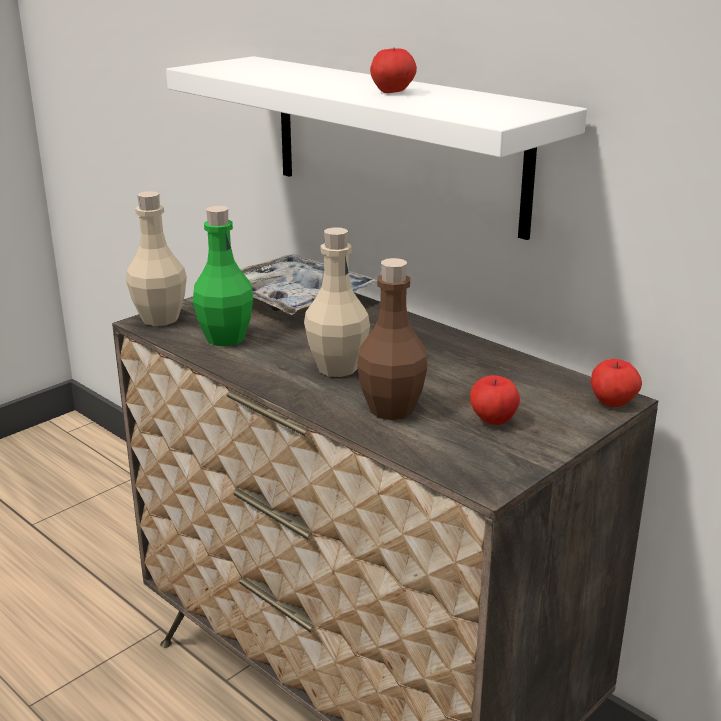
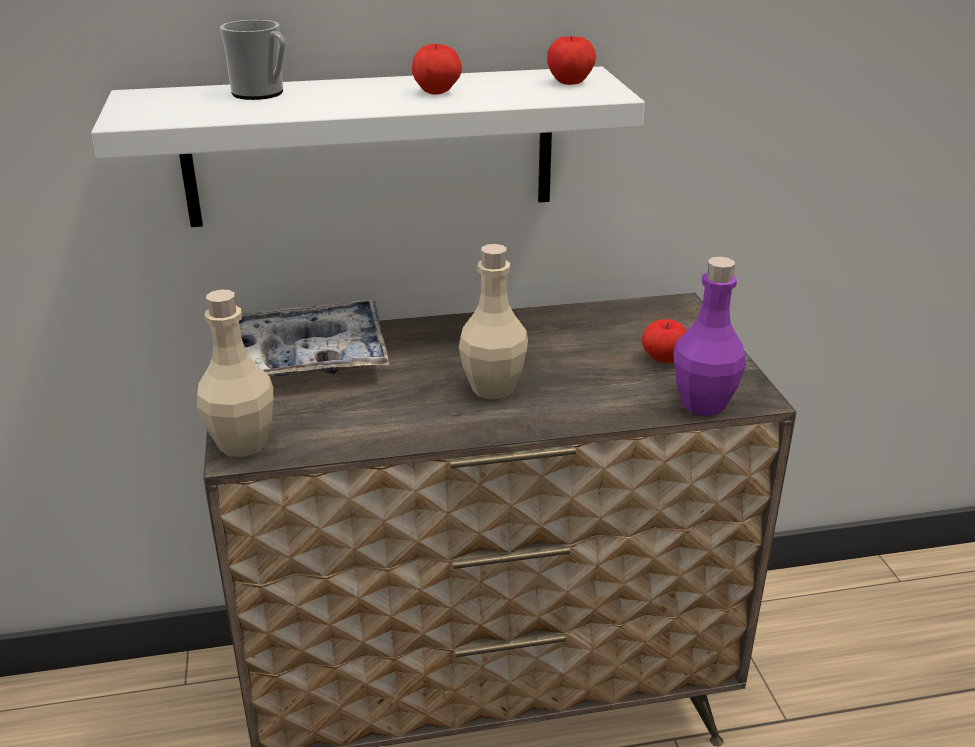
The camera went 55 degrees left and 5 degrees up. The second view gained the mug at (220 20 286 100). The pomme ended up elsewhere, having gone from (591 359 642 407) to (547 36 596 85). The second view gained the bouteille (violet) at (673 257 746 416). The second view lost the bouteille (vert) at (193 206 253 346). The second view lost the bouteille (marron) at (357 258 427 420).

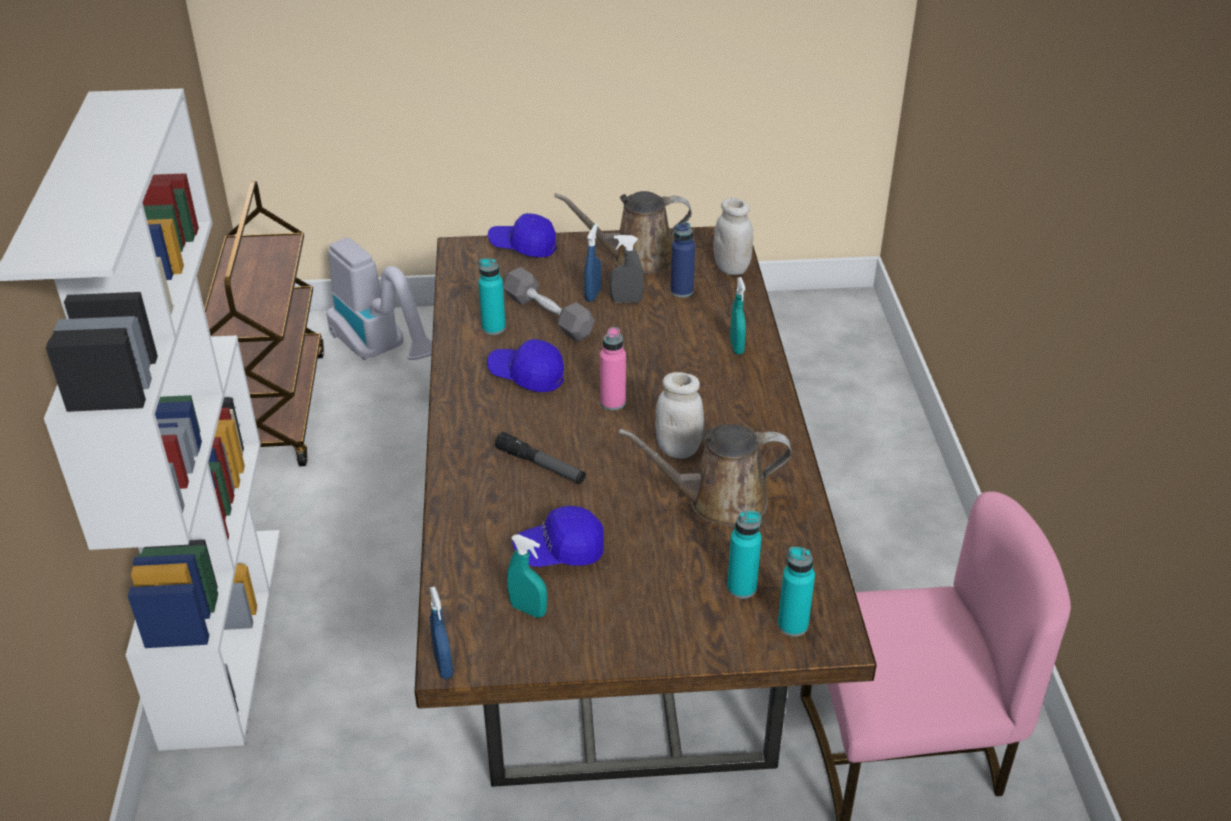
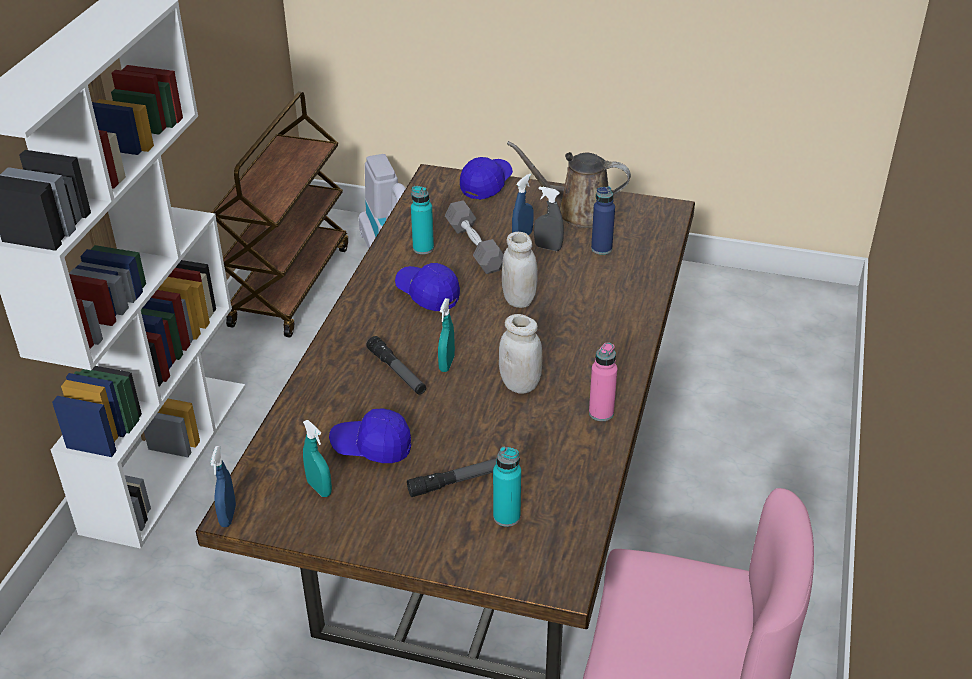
The camera went 20 degrees right and 0 degrees up. The second view gained the lampe de poche at (407 458 497 497). The vaporisateur (turquoise) ended up elsewhere, having gone from (730 277 746 354) to (438 298 455 372). The casquette (bleu) at (488 213 556 257) ended up facing another way, 90 degrees clockwise from before. The bocal (blanc) ended up elsewhere, having gone from (714 198 753 275) to (502 232 538 308). The bouteille (rose) ended up elsewhere, having gone from (600 327 626 411) to (589 342 617 421). The second view lost the arrosoir (marron) at (618 424 792 527). The second view lost the bouteille (turquoise) at (778 547 815 637).

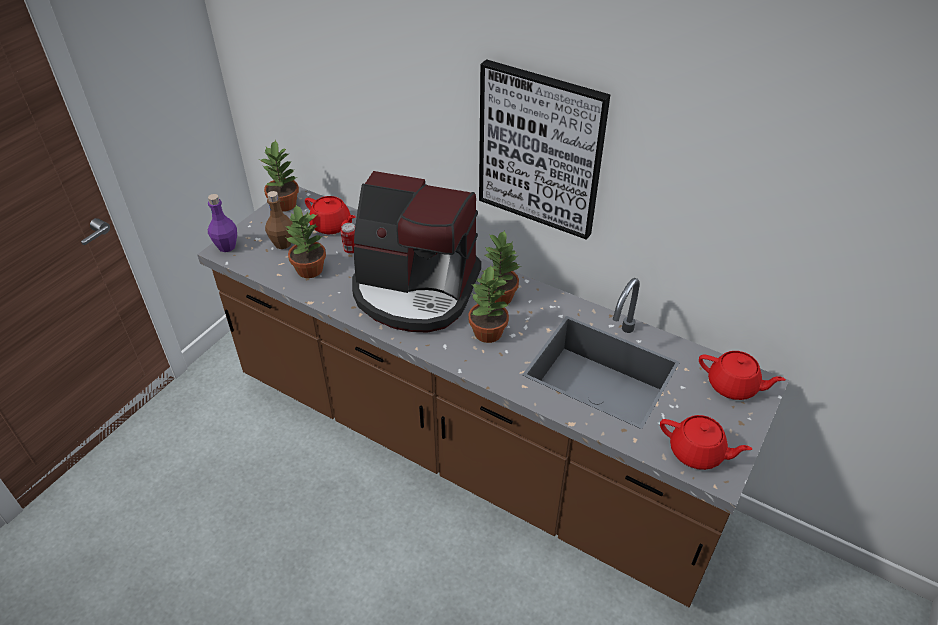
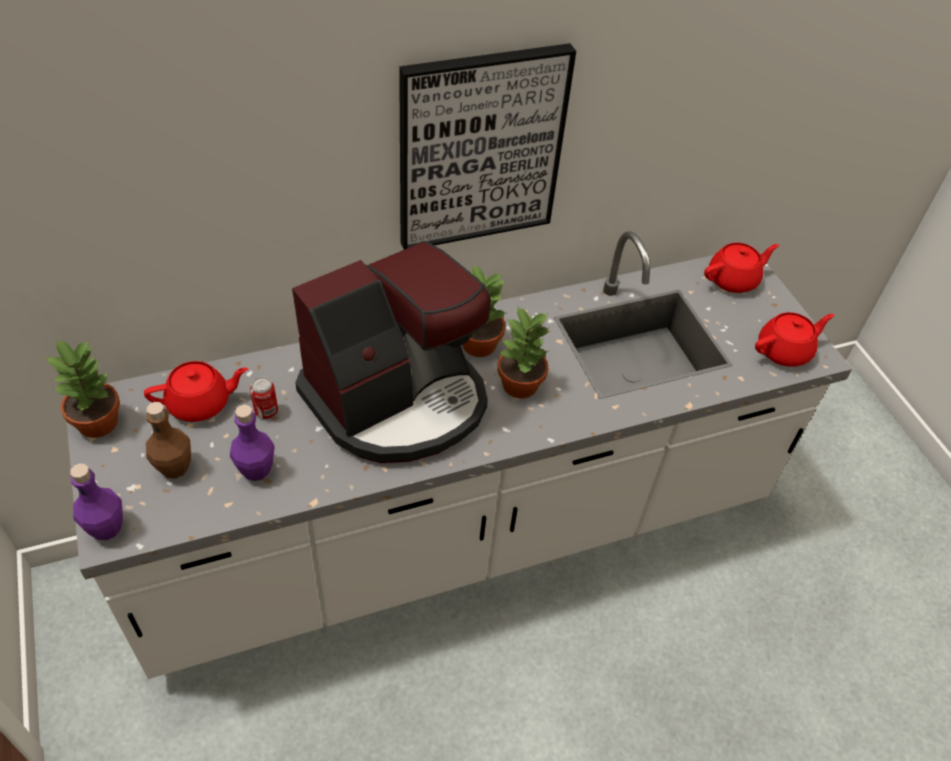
The camera went 55 degrees left and 5 degrees up. What was the comptoir de cuisine (marron) at (197 186 789 607) turned into the comptoir de cuisine (blanc) at (64 231 852 679). Where the plante en pot stood at (286 204 326 278), the bouteille (violet) came to stand at (230 405 275 481).

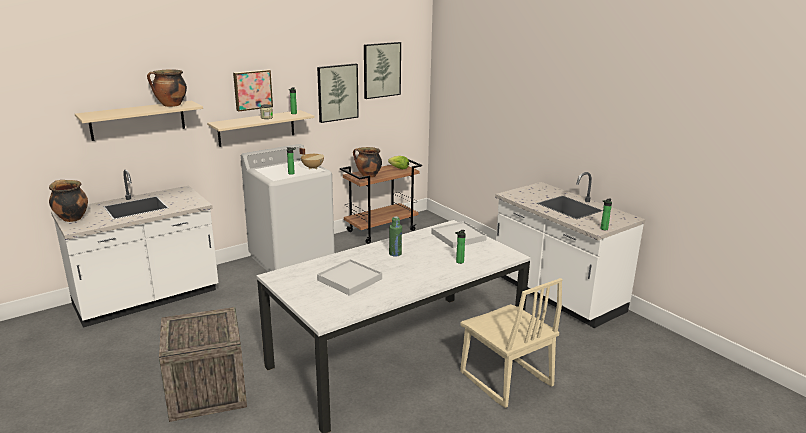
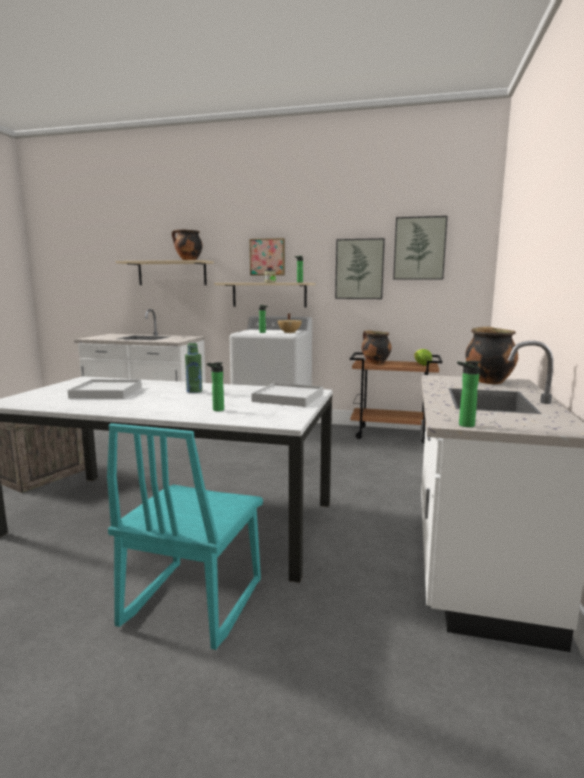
The camera went 50 degrees right and 10 degrees down. What was the chaise (beige) at (460 278 562 408) turned into the chaise (turquoise) at (107 423 263 650). The marmite ended up elsewhere, having gone from (49 180 88 222) to (465 327 518 384).

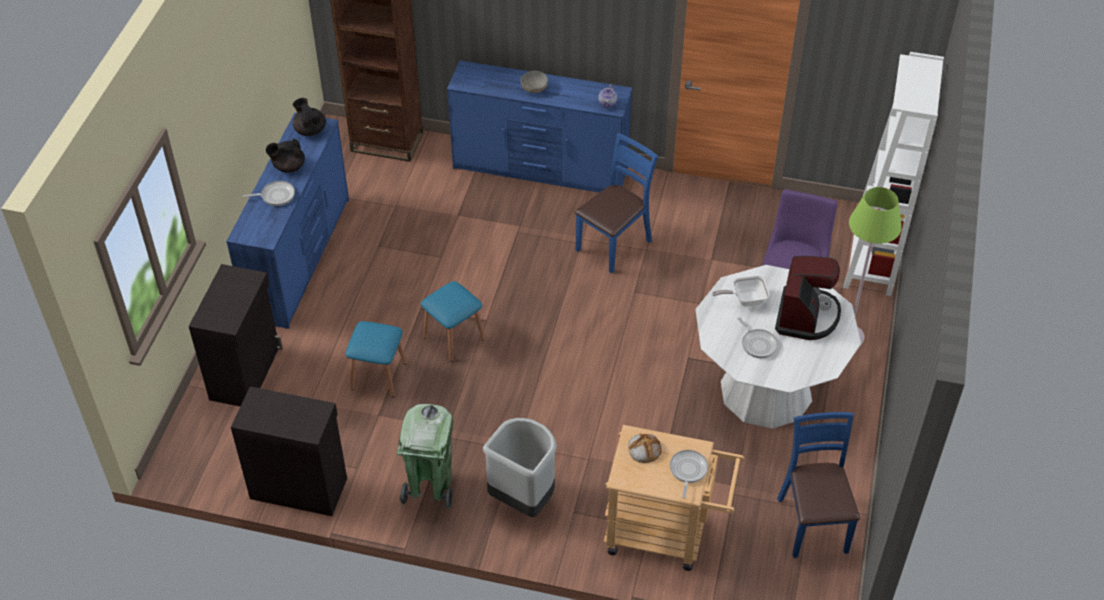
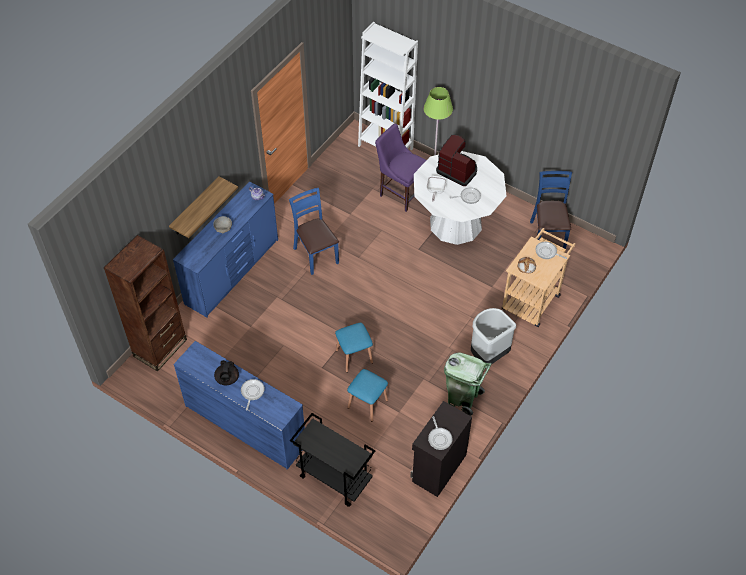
The camera went 70 degrees left and 5 degrees up. The second view gained the étagère at (169 176 238 238). Where the meuble de rangement (noir) stood at (189 264 283 406), the chariot (noir) came to stand at (290 413 375 507). The second view gained the poêle at (428 416 452 450). The chaise (bleu) at (777 412 860 558) ended up facing another way, 75 degrees clockwise from before. The second view lost the théière (noir) at (293 98 326 136).

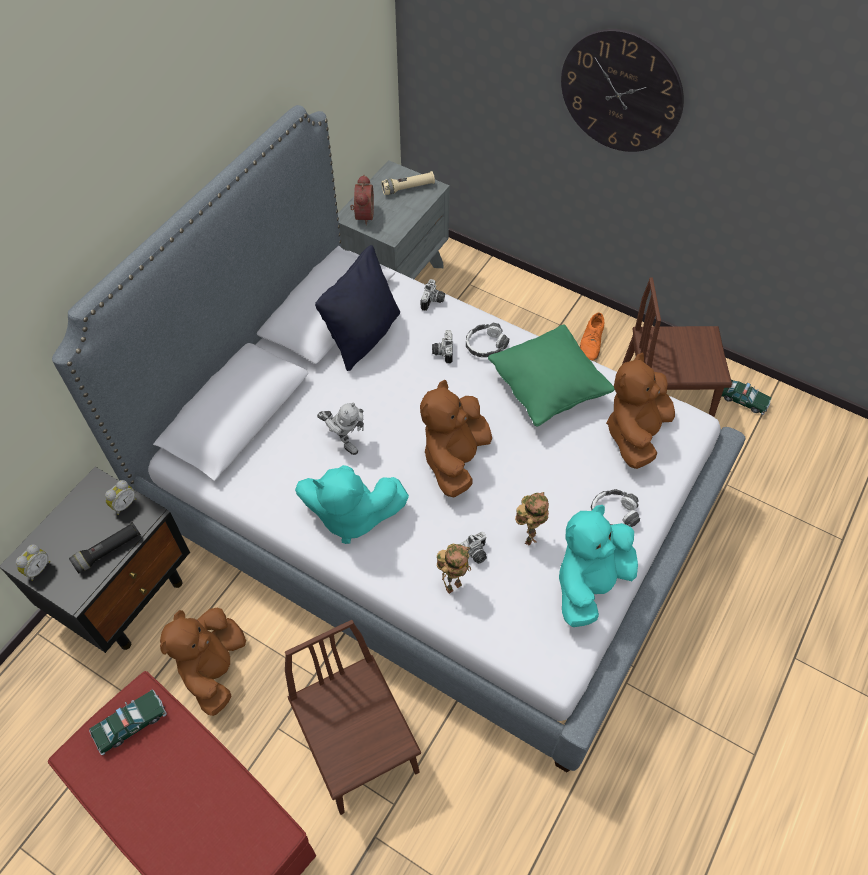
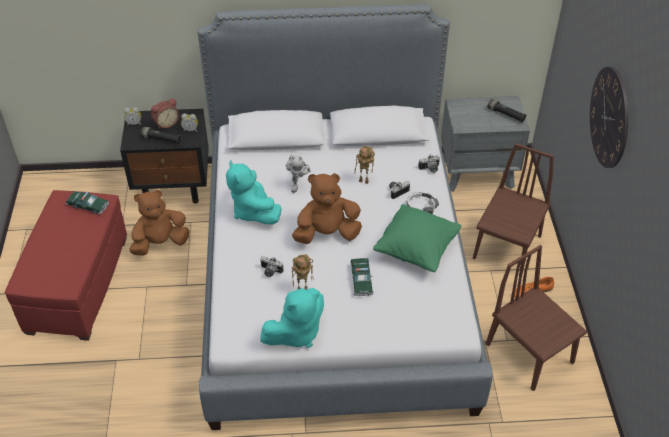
The camera went 55 degrees right and 10 degrees down. The réveil ended up elsewhere, having gone from (350 175 374 225) to (151 99 179 129). The peluche (turquoise) at (559 505 638 627) ended up facing another way, 135 degrees clockwise from before. The petite voiture ended up elsewhere, having gone from (722 380 772 415) to (350 258 374 296). The robot jouet ended up elsewhere, having gone from (437 544 471 594) to (354 146 375 184). The chaise (marron) ended up elsewhere, having gone from (285 620 421 815) to (473 143 554 275). What was the lampe de poche (beige) at (381 171 435 195) turned into the lampe de poche (noir) at (488 99 526 123). The second view lost the coussin (noir) at (315 245 400 371). The second view lost the casque audio at (591 489 640 527). The second view lost the peluche (marron) at (606 353 675 469).

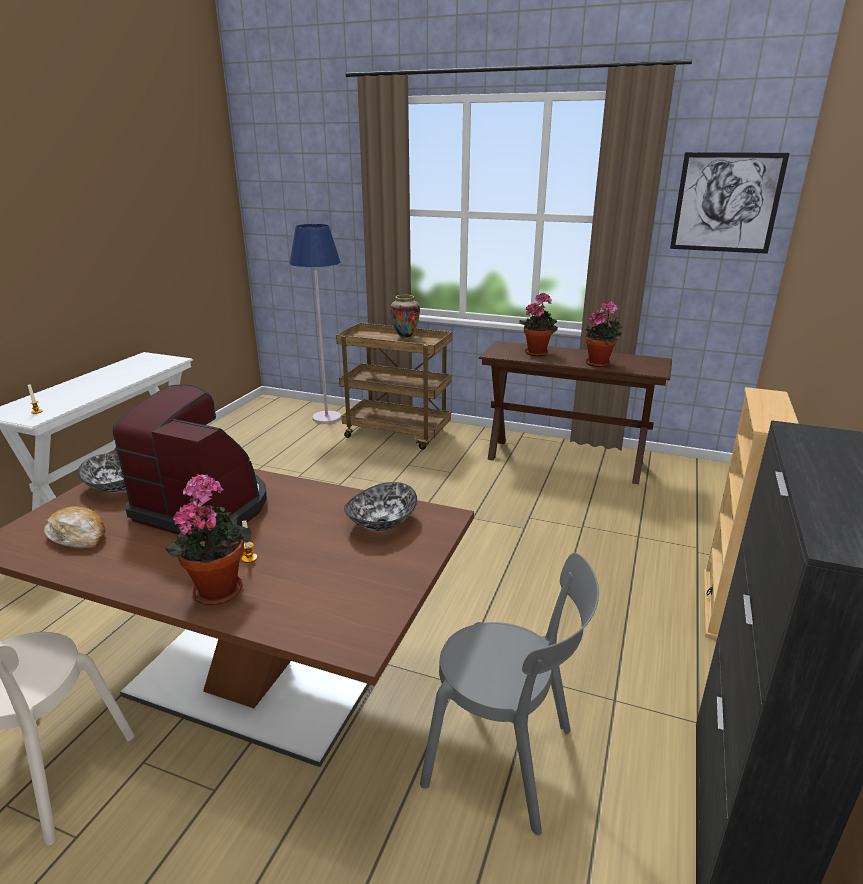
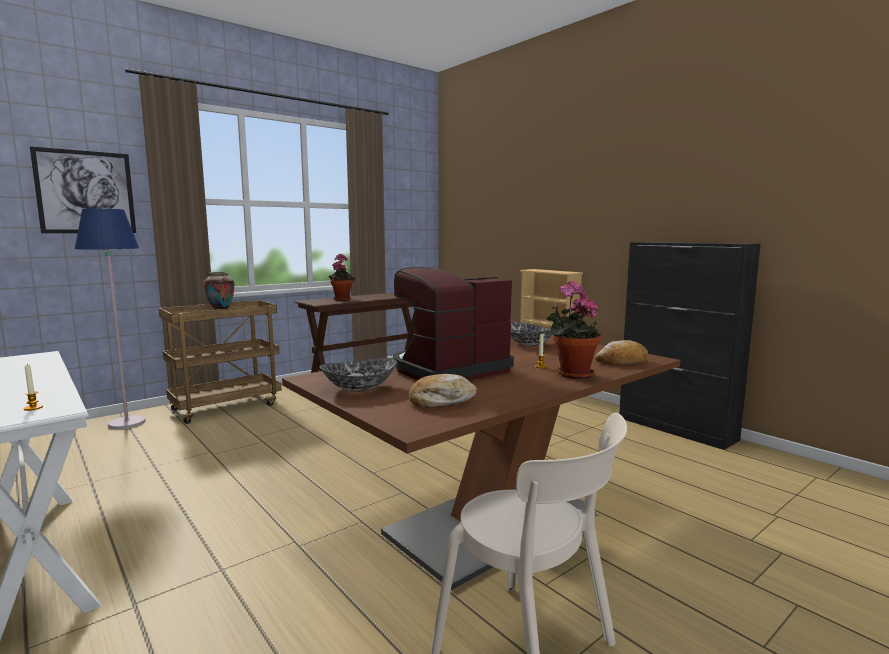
The camera went 60 degrees left and 15 degrees down. The tableau ended up elsewhere, having gone from (670 152 790 254) to (30 146 136 233). The second view gained the pain at (596 340 648 365). The second view lost the chaise (gris) at (420 553 599 835). The second view lost the plante en pot at (585 301 622 367).

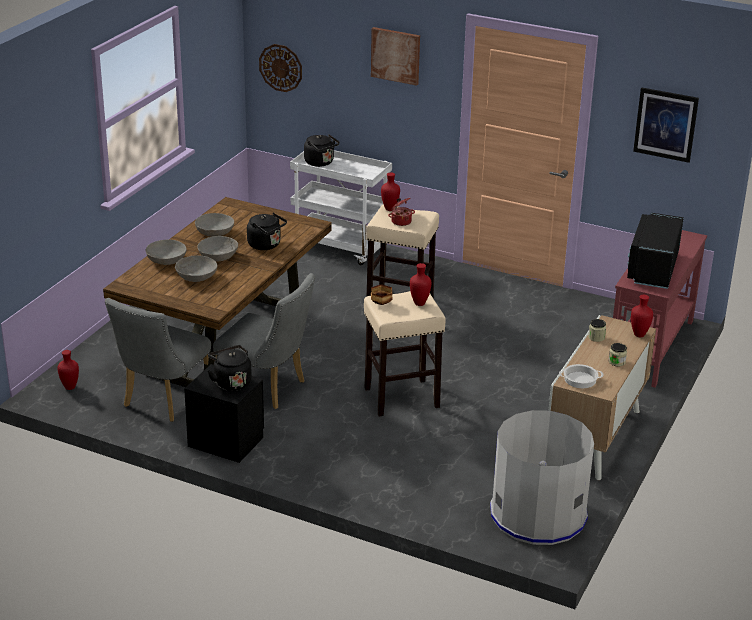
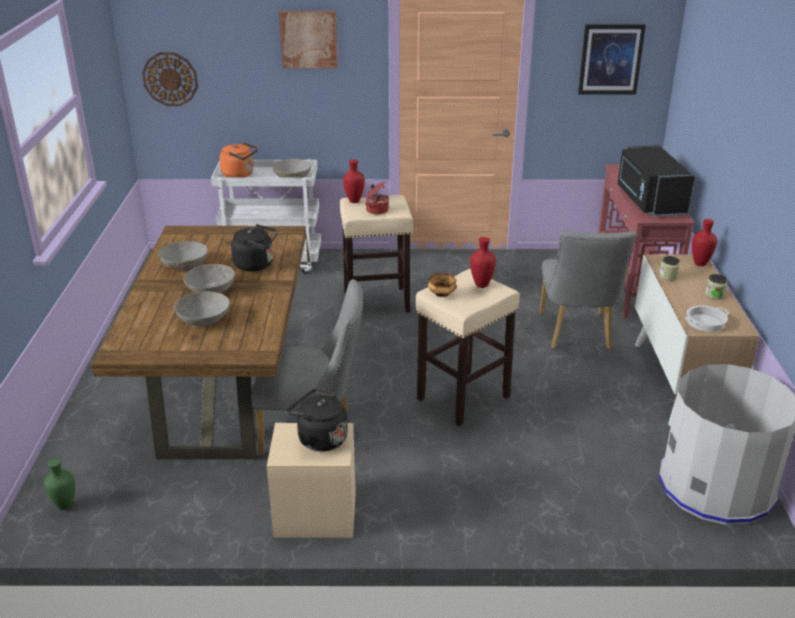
The camera went 25 degrees left and 0 degrees up. What was the vase (rouge) at (57 350 79 390) turned into the vase (vert) at (44 458 75 510). What was the bouilloire (noir) at (304 134 340 167) turned into the bouilloire (orange) at (220 142 258 177). What was the table de chevet (noir) at (184 364 264 463) turned into the table de chevet (beige) at (267 423 356 538). The bol (gris) ended up elsewhere, having gone from (146 240 187 265) to (272 159 311 178). The chaise (gris) ended up elsewhere, having gone from (105 298 211 422) to (540 231 637 349).

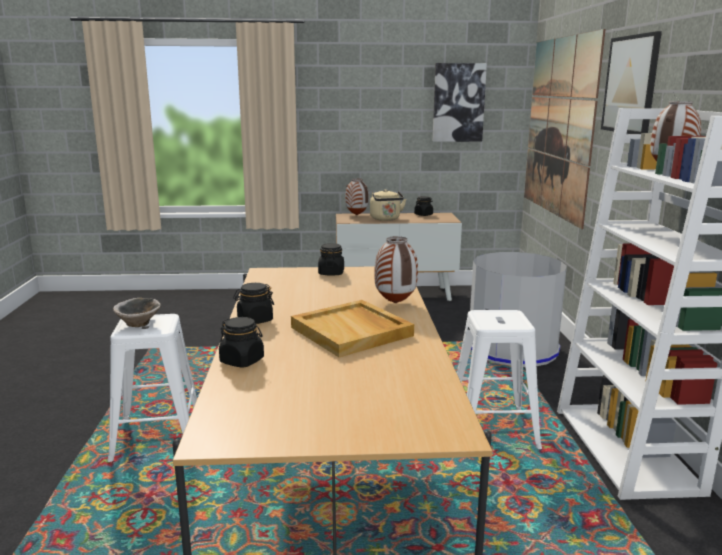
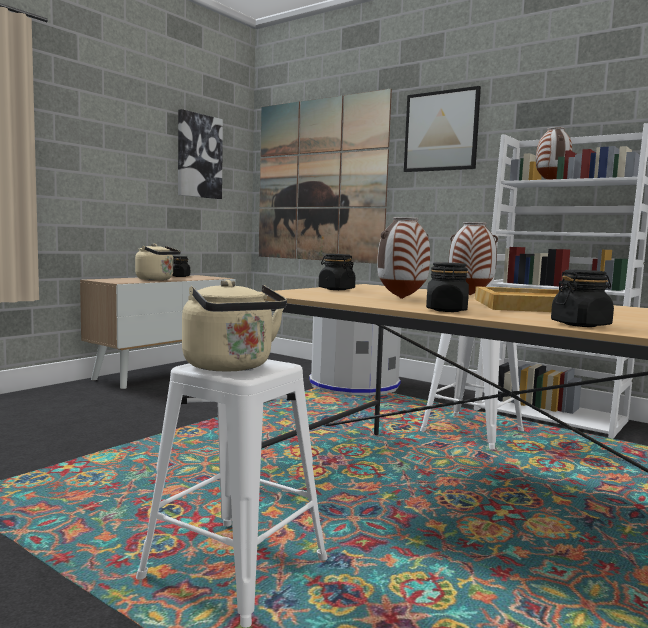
The camera went 50 degrees left and 10 degrees down. Where the bol stood at (113 298 161 327), the bouilloire (beige) came to stand at (182 280 287 372). The vase ended up elsewhere, having gone from (345 178 369 215) to (377 217 430 299).

